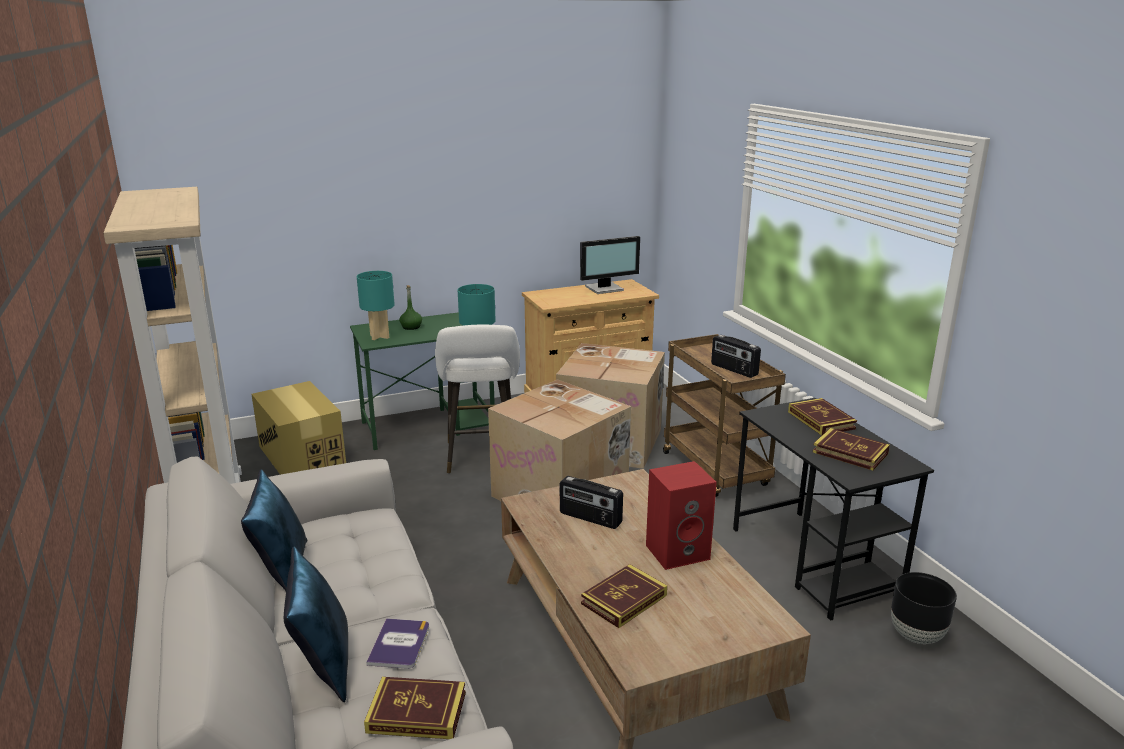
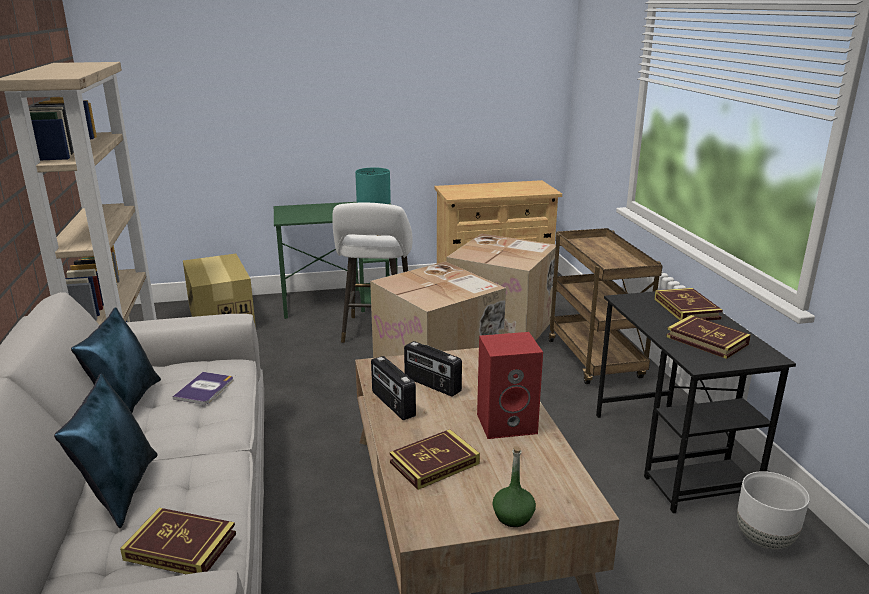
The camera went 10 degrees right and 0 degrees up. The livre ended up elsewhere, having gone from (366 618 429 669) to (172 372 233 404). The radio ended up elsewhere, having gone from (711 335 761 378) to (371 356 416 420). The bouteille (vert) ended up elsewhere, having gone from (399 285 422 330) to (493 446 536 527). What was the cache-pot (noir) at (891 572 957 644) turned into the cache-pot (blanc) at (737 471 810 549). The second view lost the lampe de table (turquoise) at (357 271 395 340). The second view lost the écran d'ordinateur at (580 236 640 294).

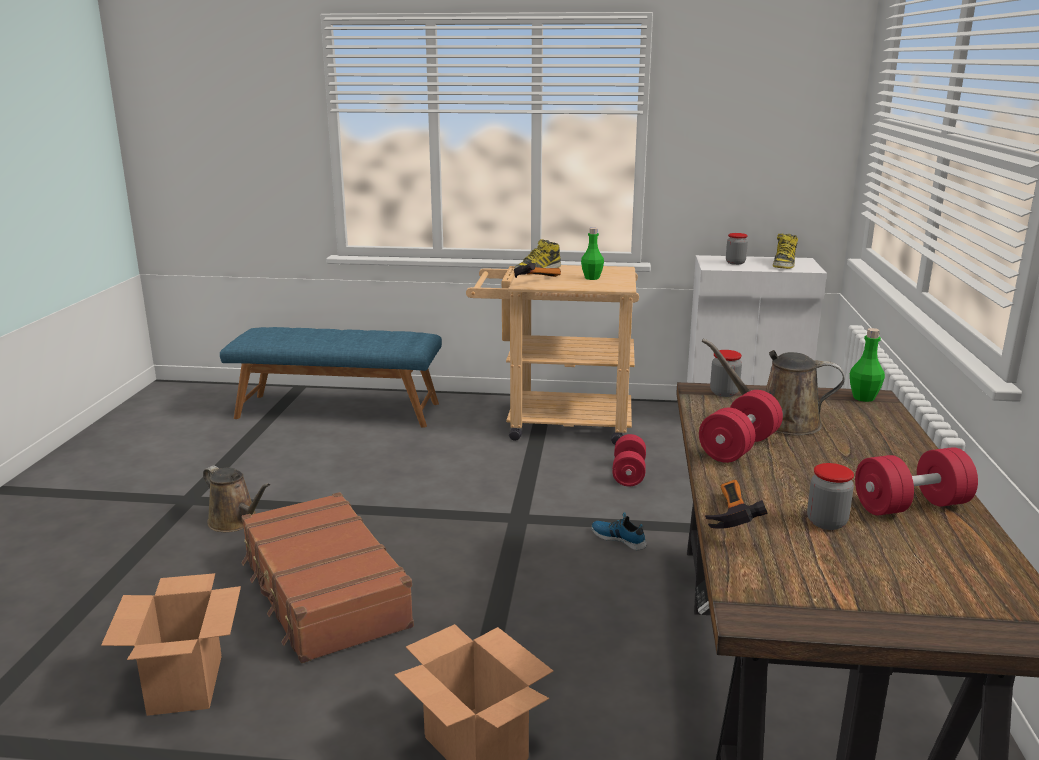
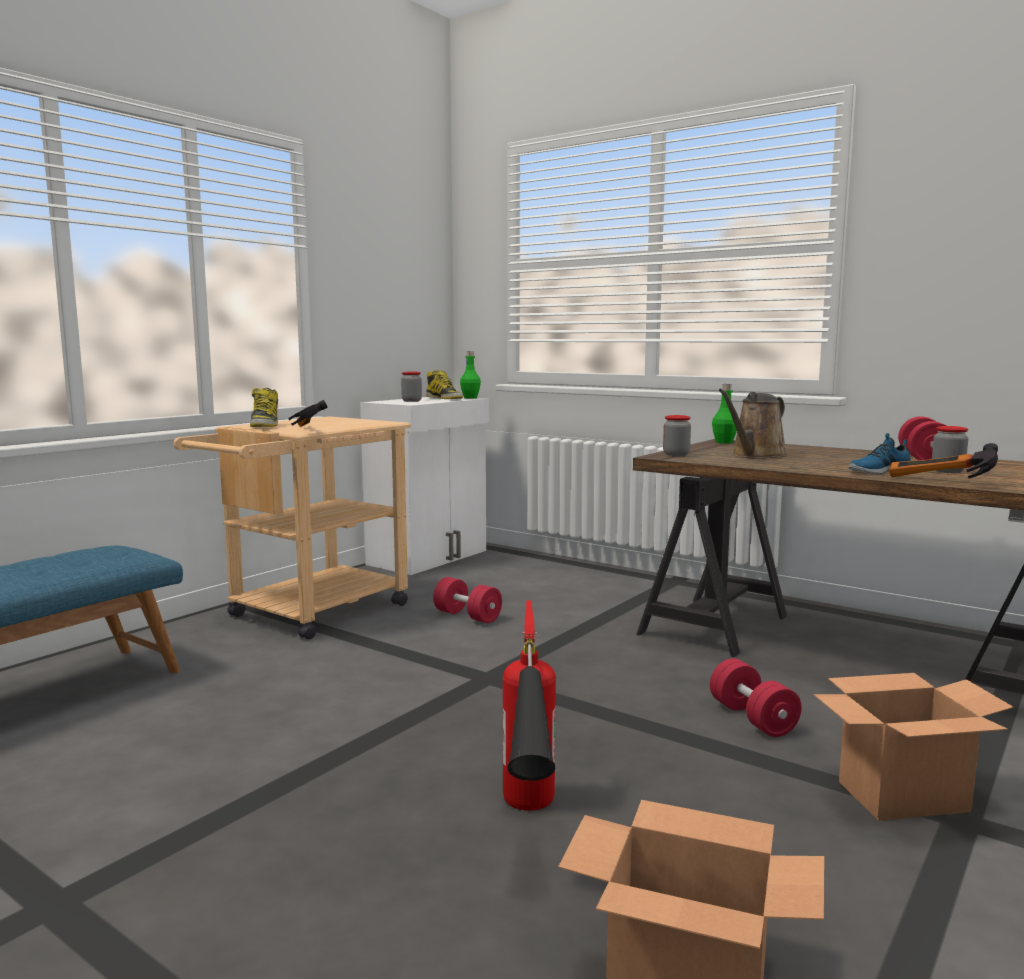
The camera went 60 degrees left and 10 degrees down. The bouteille (vert) ended up elsewhere, having gone from (581 228 604 280) to (460 351 481 398). Where the valise (marron) stood at (241 492 414 663), the extincteur came to stand at (503 600 556 811). The haltère (rouge) ended up elsewhere, having gone from (699 390 783 463) to (710 658 802 737). The chaussure ended up elsewhere, having gone from (591 512 646 550) to (848 433 911 474). The second view lost the arrosoir (marron) at (203 466 270 532).

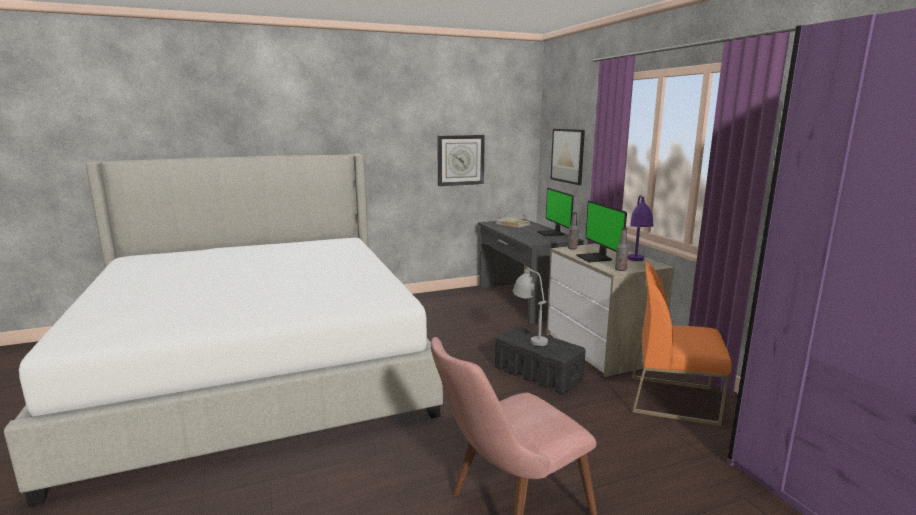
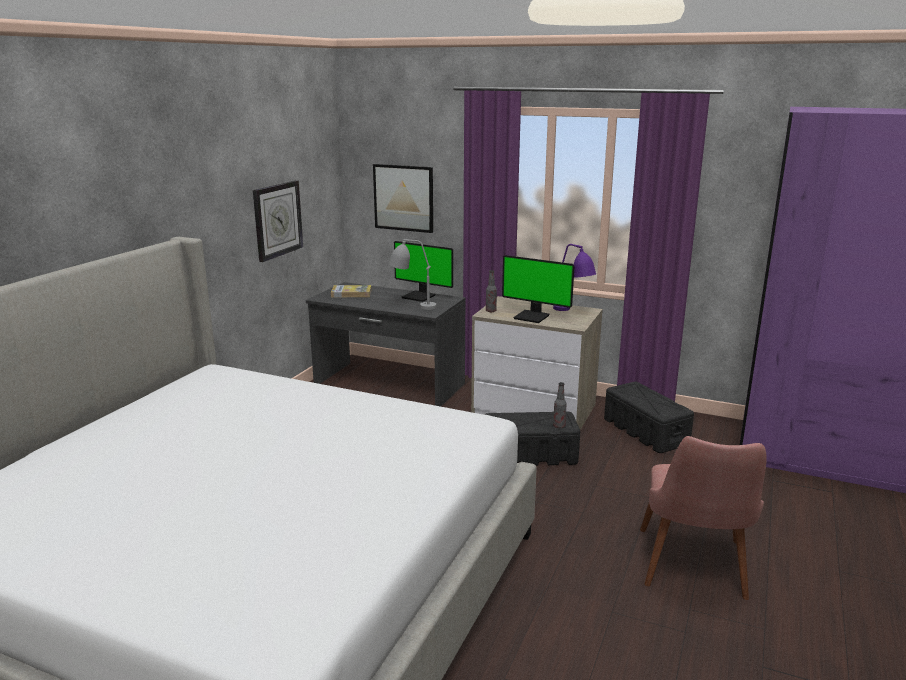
The camera went 45 degrees left and 5 degrees up. The lampe de table (gris) ended up elsewhere, having gone from (513 268 548 346) to (389 239 436 310). The bouteille ended up elsewhere, having gone from (615 228 628 271) to (553 382 567 428). Where the chaise (orange) stood at (632 263 732 426), the boîte de rangement (noir) came to stand at (604 382 694 453).

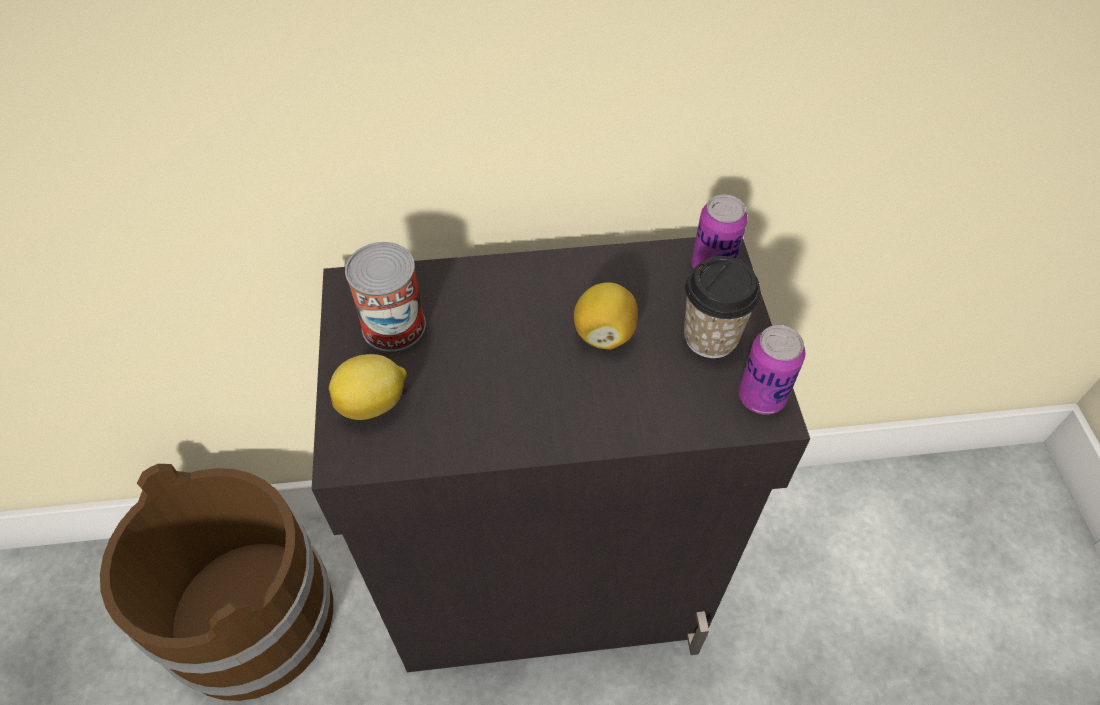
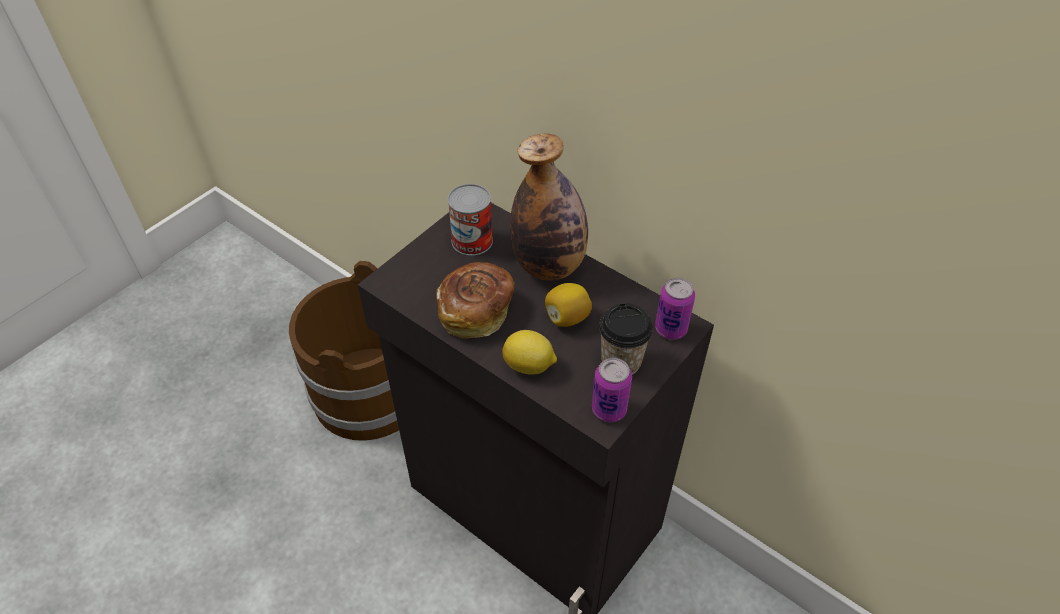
The camera went 45 degrees right and 5 degrees down. The second view gained the pain at (436 262 514 338). The citron ended up elsewhere, having gone from (329 354 407 420) to (502 330 557 375). The second view gained the bouteille at (510 134 588 280).

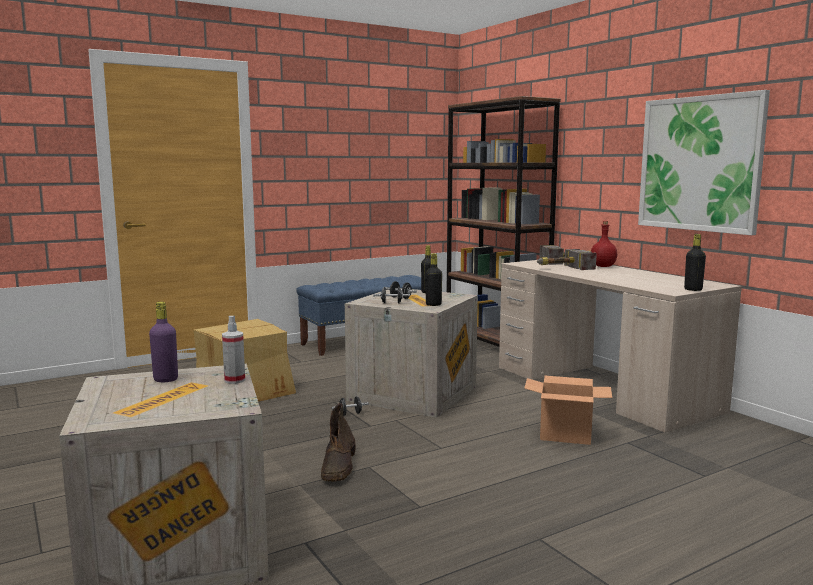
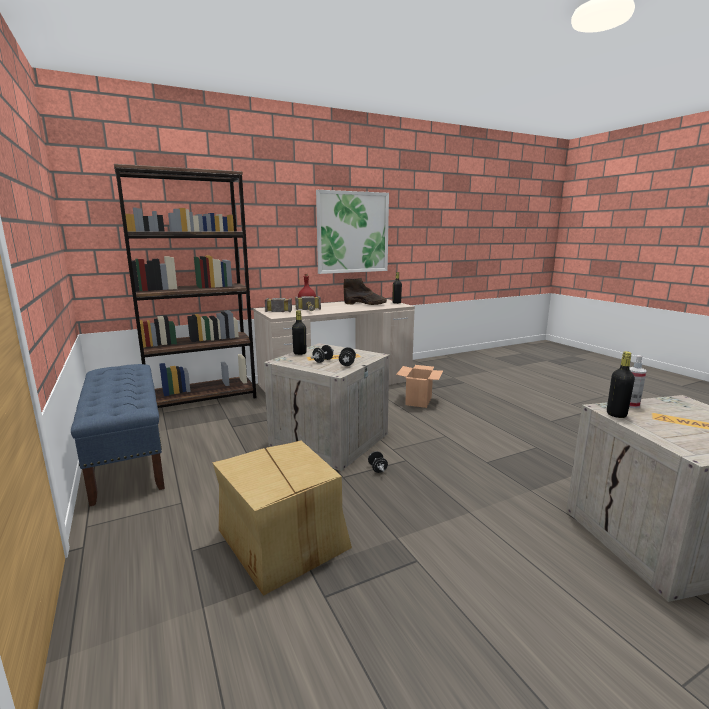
The camera went 85 degrees left and 5 degrees up. The botte (marron) ended up elsewhere, having gone from (321 403 356 482) to (344 278 387 305). The bouteille (noir) ended up elsewhere, having gone from (425 253 442 306) to (607 351 635 418). The second view lost the bouteille (violet) at (149 302 178 382).

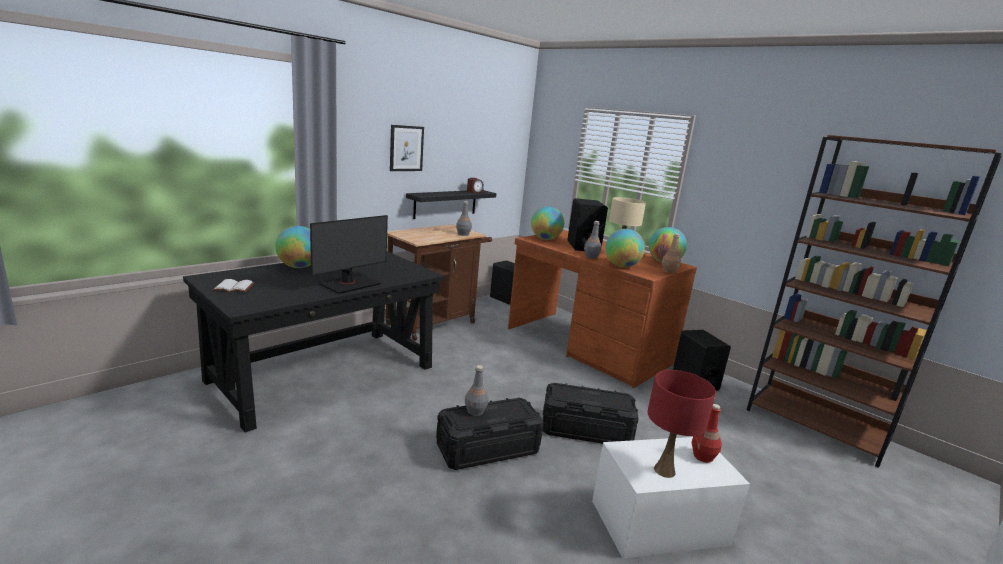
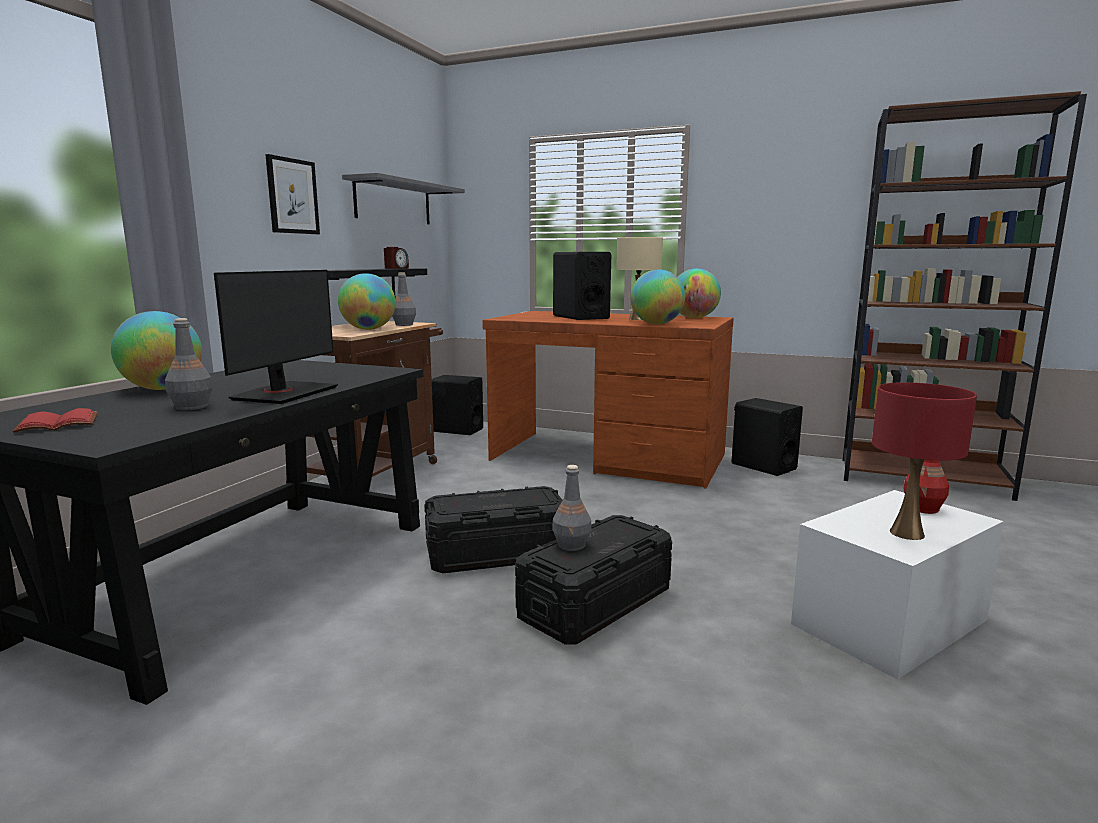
The camera went 20 degrees left and 5 degrees down. What was the livre (blanc) at (212 279 254 292) turned into the livre (rouge) at (13 408 98 433). The bouteille (gris) ended up elsewhere, having gone from (584 221 602 259) to (165 318 213 410). The globe ended up elsewhere, having gone from (531 207 564 240) to (338 273 396 330). The second view gained the étagère (gris) at (342 173 465 224). The boîte de rangement (noir) ended up elsewhere, having gone from (542 383 638 444) to (424 486 563 573). The second view lost the bouteille (marron) at (662 233 681 273).

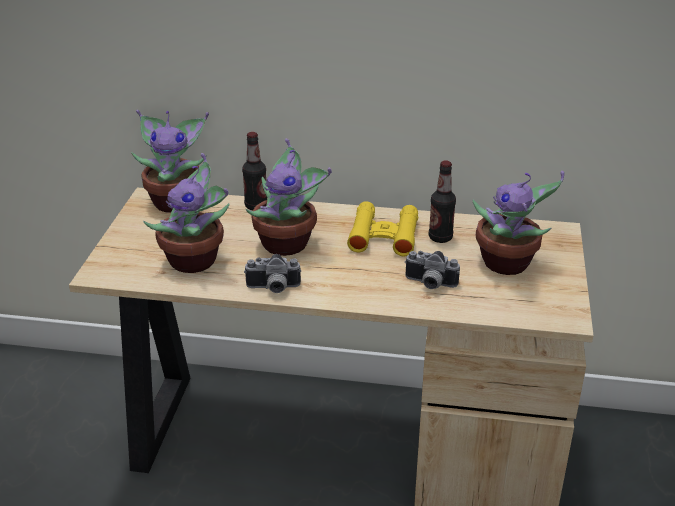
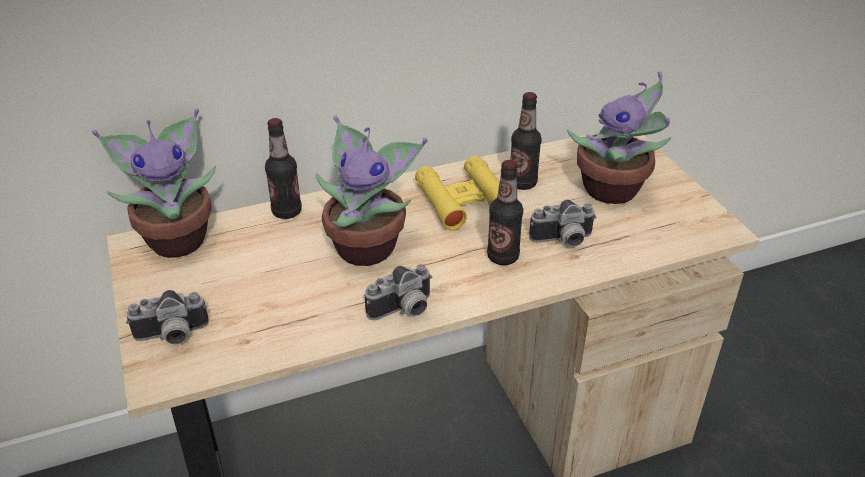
The camera went 30 degrees left and 5 degrees up. The second view gained the appareil photo at (126 290 209 345). The second view gained the bouteille at (487 160 523 265). The second view lost the plante en pot at (143 153 230 273).

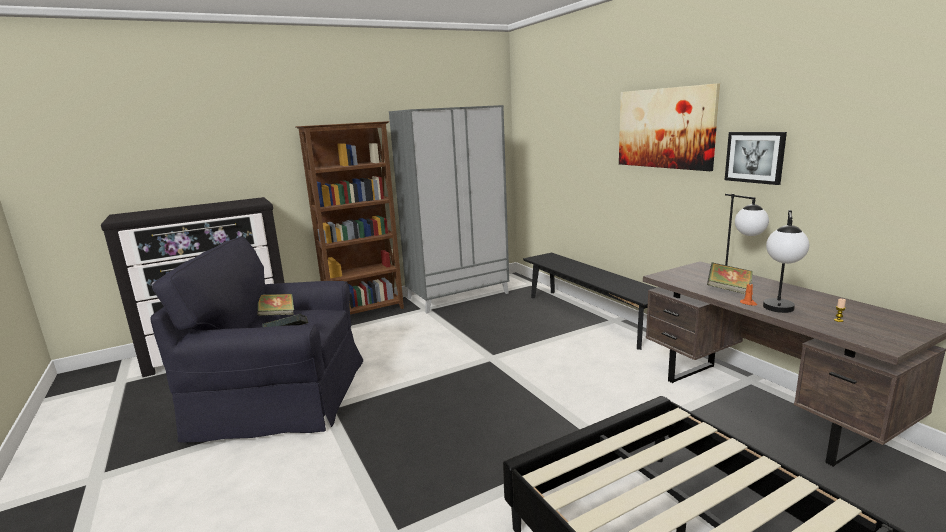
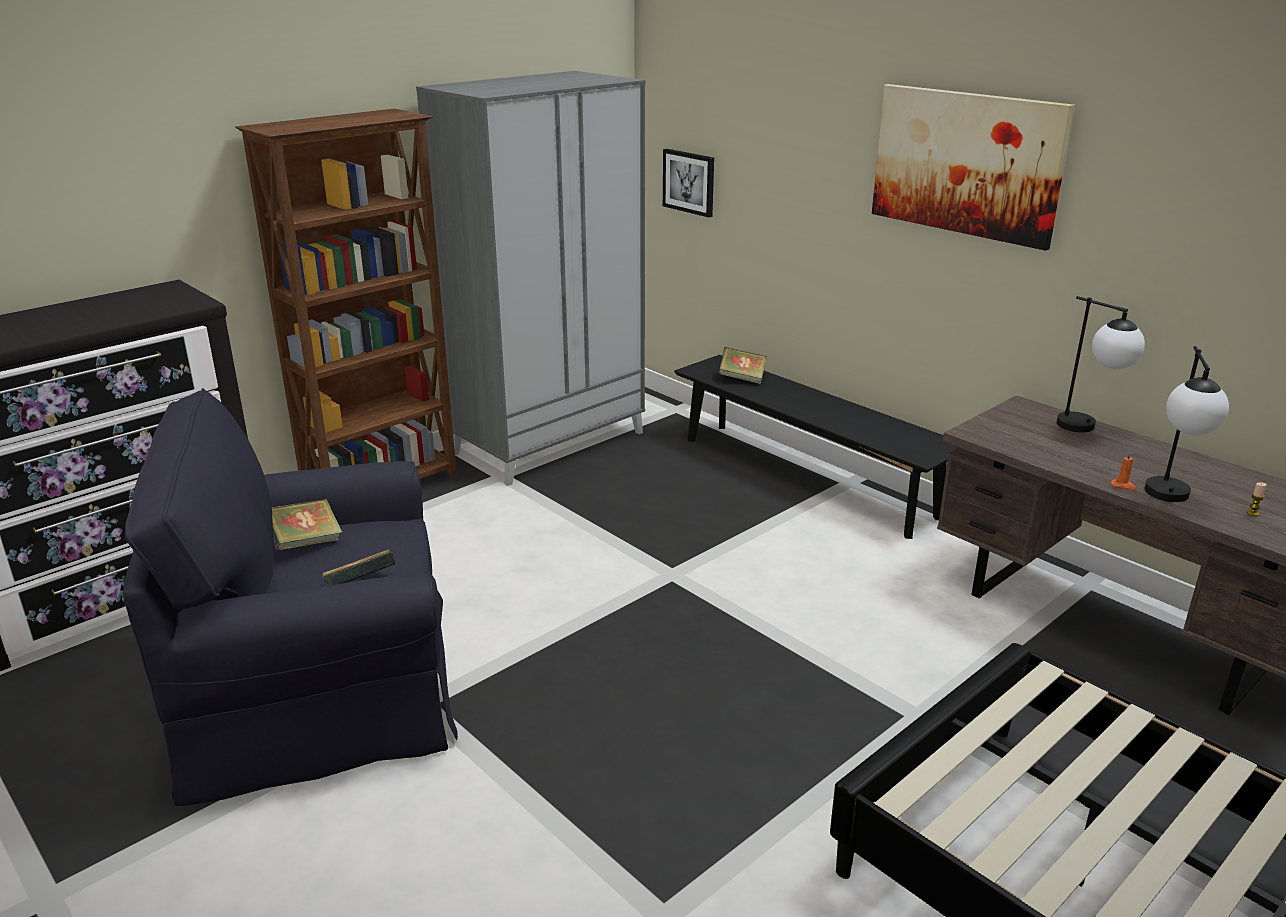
The camera went 15 degrees left and 10 degrees up. The tableau ended up elsewhere, having gone from (725 132 787 185) to (663 149 714 217). The livre ended up elsewhere, having gone from (707 262 753 294) to (718 347 767 384).

